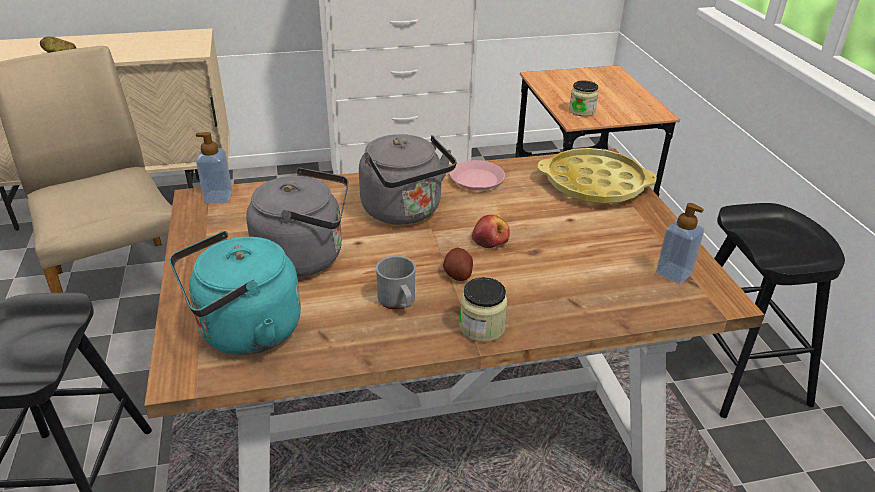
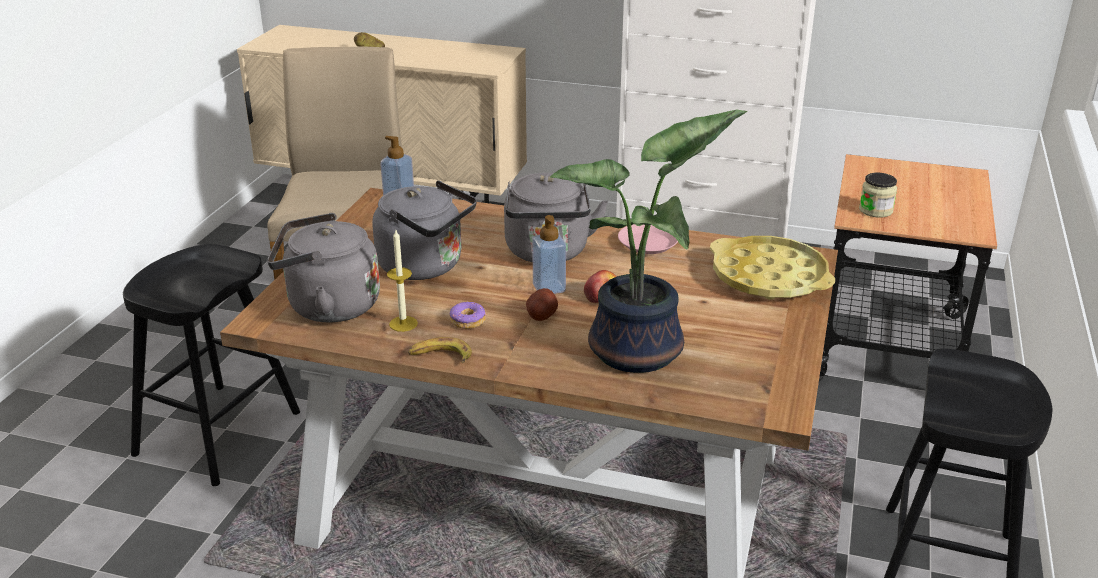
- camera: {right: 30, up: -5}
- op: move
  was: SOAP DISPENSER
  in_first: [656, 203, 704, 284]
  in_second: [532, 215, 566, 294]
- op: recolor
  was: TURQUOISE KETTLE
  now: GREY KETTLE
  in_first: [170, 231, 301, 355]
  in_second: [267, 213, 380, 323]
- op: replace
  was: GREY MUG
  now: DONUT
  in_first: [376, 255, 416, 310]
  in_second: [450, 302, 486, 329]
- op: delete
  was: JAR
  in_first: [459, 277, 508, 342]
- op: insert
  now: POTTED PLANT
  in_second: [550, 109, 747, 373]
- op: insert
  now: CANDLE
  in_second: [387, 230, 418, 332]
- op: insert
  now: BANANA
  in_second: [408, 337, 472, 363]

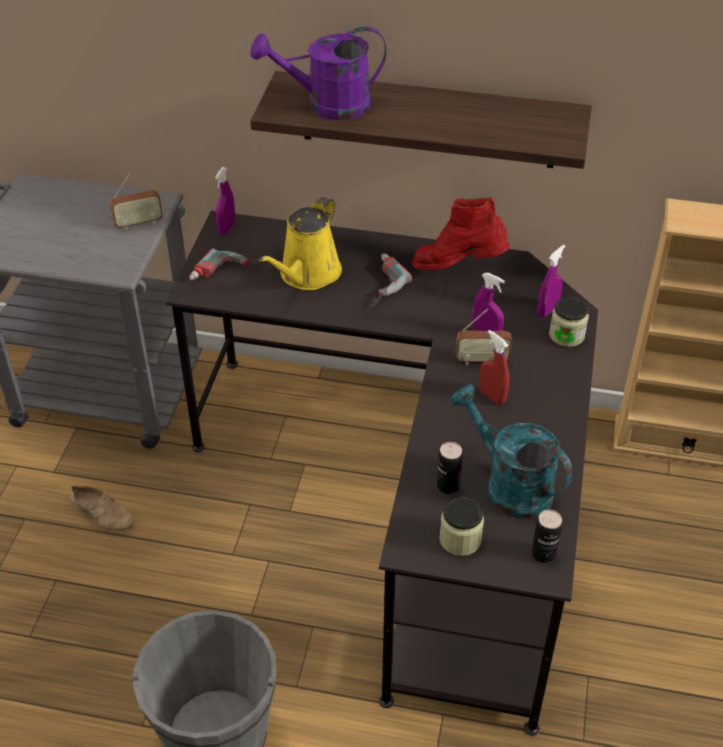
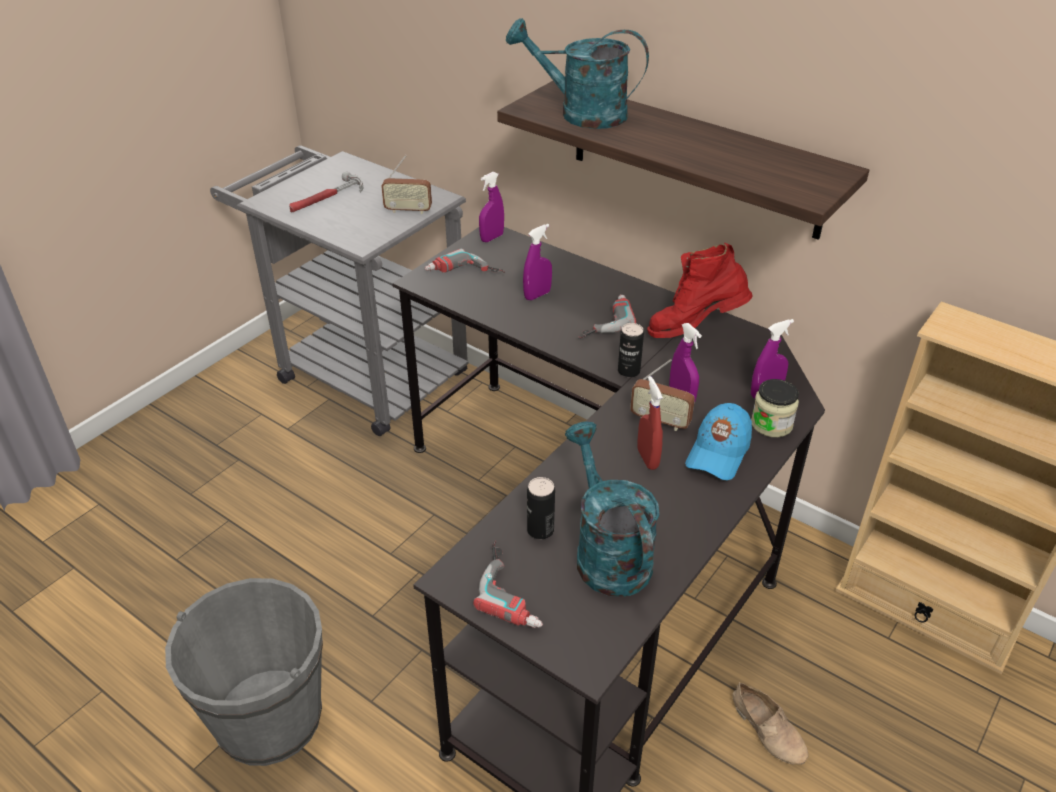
- camera: {right: 25, up: -5}
- op: recolor
  was: PURPLE WATERING CAN
  now: TURQUOISE WATERING CAN
  in_first: [250, 26, 386, 120]
  in_second: [506, 18, 649, 129]
- op: replace
  was: YELLOW WATERING CAN
  now: PURPLE SPRAY BOTTLE
  in_first: [259, 197, 342, 290]
  in_second: [523, 224, 552, 300]
- op: rotate
  was: RED BOOT
  in_first: [413, 197, 510, 270]
  in_second: [647, 243, 753, 338]
  clockwise: -45
- op: move
  was: BEIGE SHOE
  in_first: [70, 486, 134, 531]
  in_second: [732, 682, 808, 765]
- op: replace
  was: JAR
  now: POWER DRILL
  in_first: [439, 497, 484, 556]
  in_second: [473, 541, 543, 628]
- op: move
  was: CAN
  in_first: [532, 510, 562, 563]
  in_second: [618, 323, 644, 378]
- op: insert
  now: HAMMER
  in_second: [289, 172, 363, 212]
- op: insert
  now: BLUE CAP
  in_second: [685, 403, 752, 480]

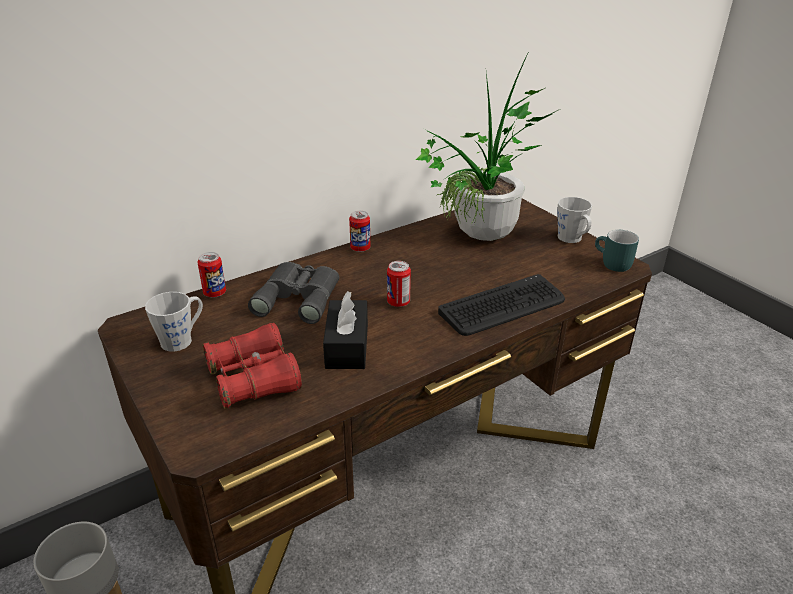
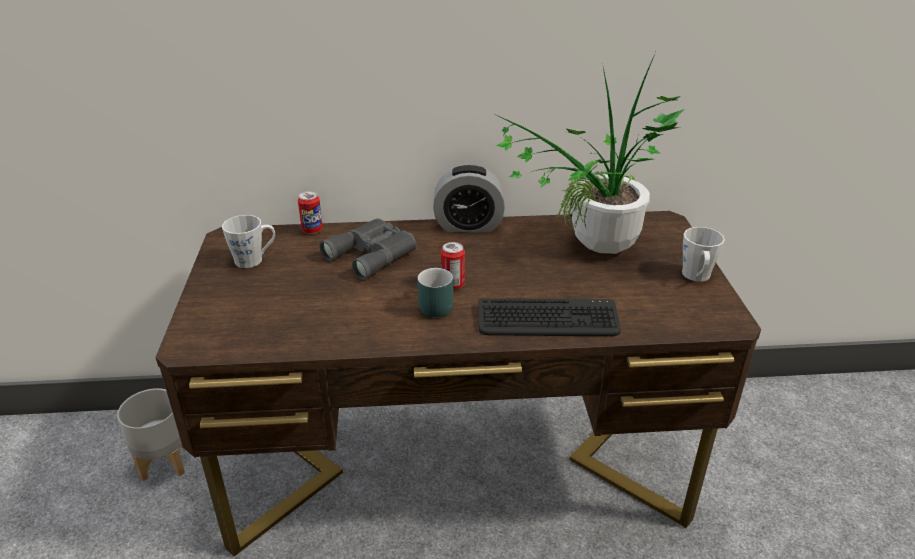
- camera: {right: 30, up: 0}
- op: replace
  was: CAN
  now: ALARM CLOCK
  in_first: [349, 211, 370, 252]
  in_second: [433, 165, 505, 233]
- op: move
  was: TURQUOISE MUG
  in_first: [595, 230, 639, 272]
  in_second: [417, 268, 453, 318]
- op: delete
  was: BLACK TISSUE BOX
  in_first: [323, 291, 368, 369]
- op: delete
  was: RED BINOCULARS
  in_first: [203, 323, 302, 409]

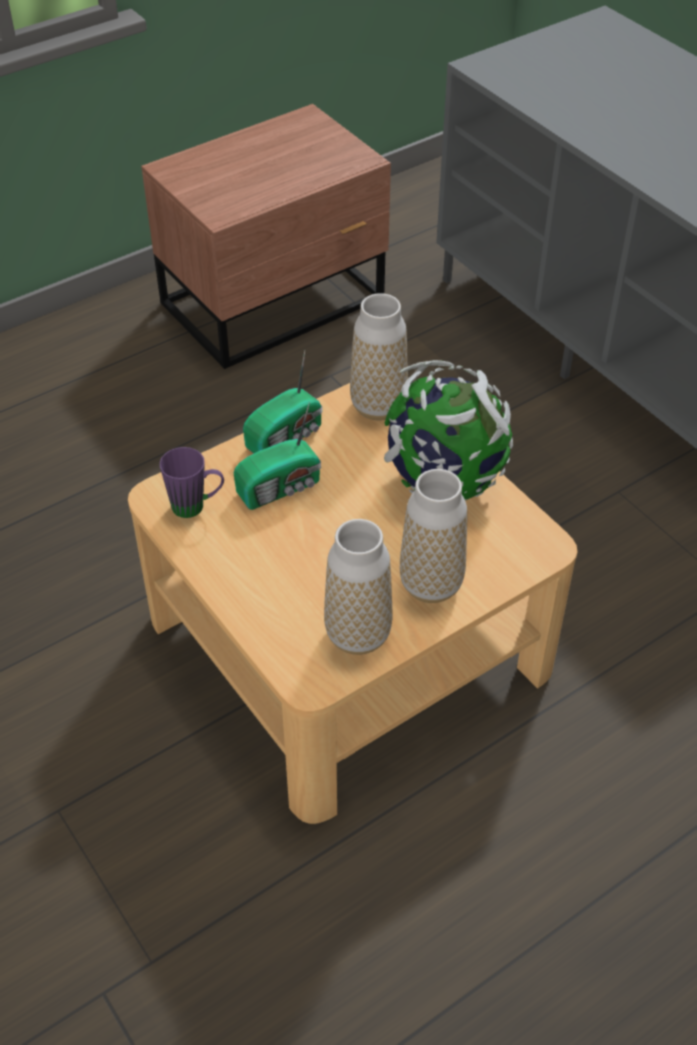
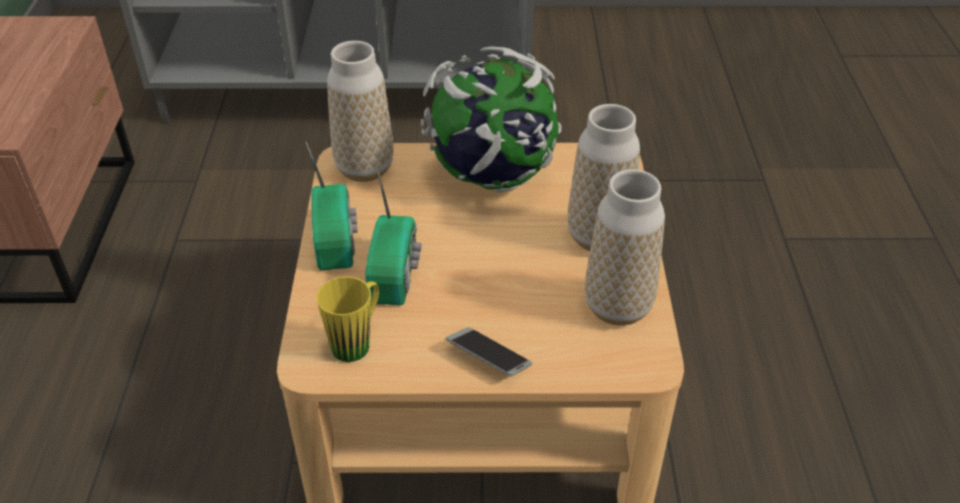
- camera: {right: -55, up: -5}
- op: recolor
  was: PURPLE MUG
  now: YELLOW MUG
  in_first: [160, 447, 224, 518]
  in_second: [316, 276, 379, 362]
- op: insert
  now: PHONE
  in_second: [446, 327, 532, 377]

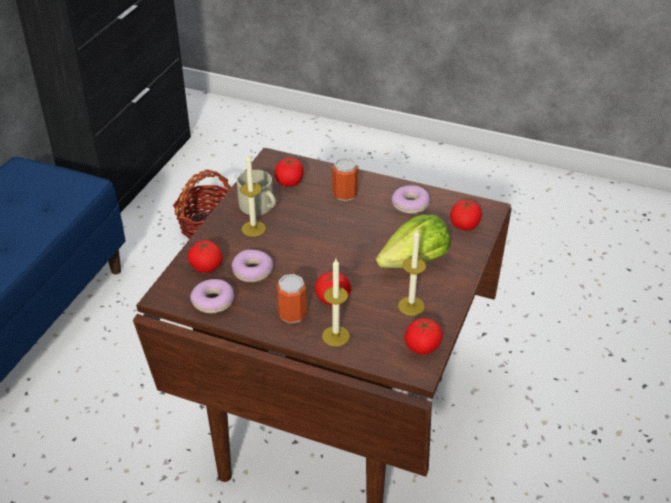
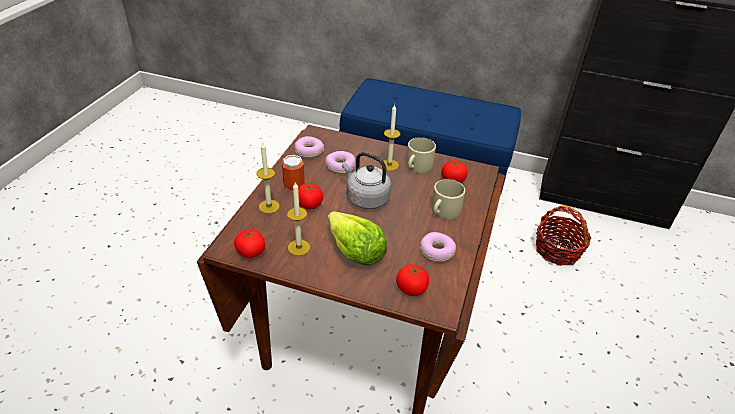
- camera: {right: 85, up: 0}
- op: replace
  was: CAN
  now: BEIGE MUG
  in_first: [332, 158, 358, 201]
  in_second: [432, 179, 465, 219]
- op: delete
  was: TOMATO
  in_first: [187, 240, 223, 273]
- op: insert
  now: GREY KETTLE
  in_second: [342, 152, 391, 209]

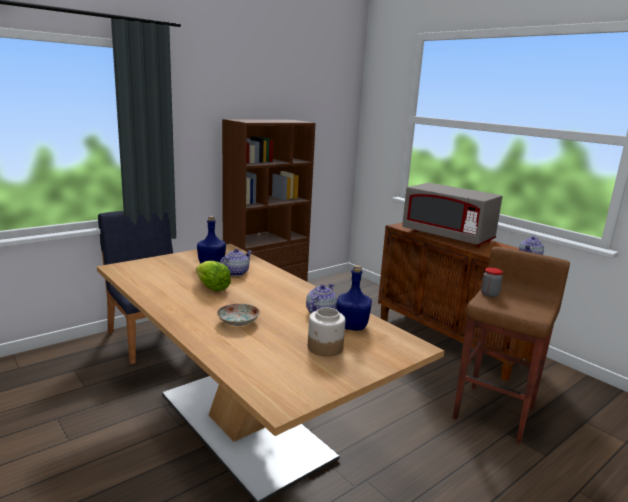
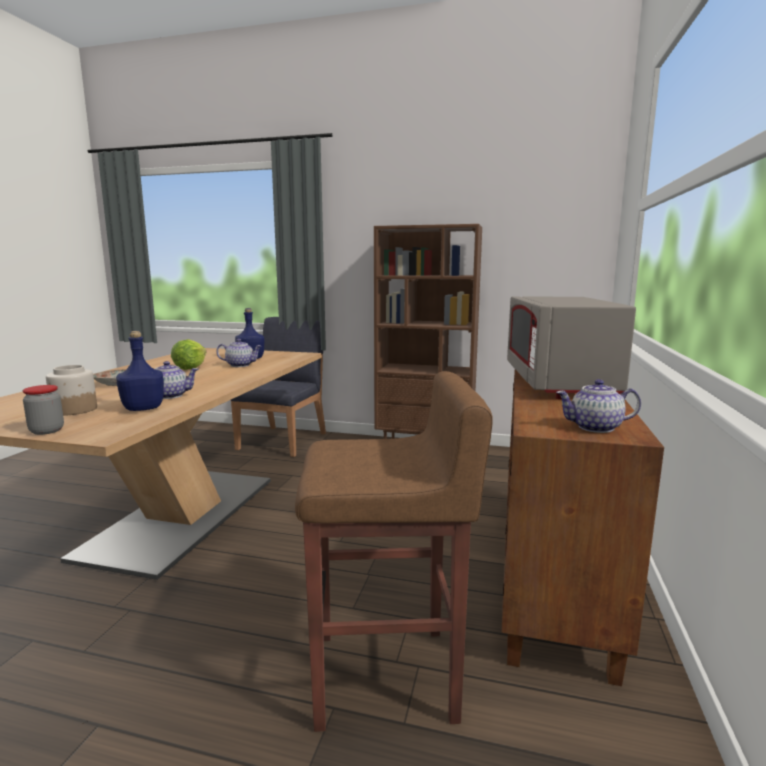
- camera: {right: 55, up: -5}
- op: move
  was: JAR
  in_first: [481, 268, 503, 297]
  in_second: [23, 385, 64, 435]

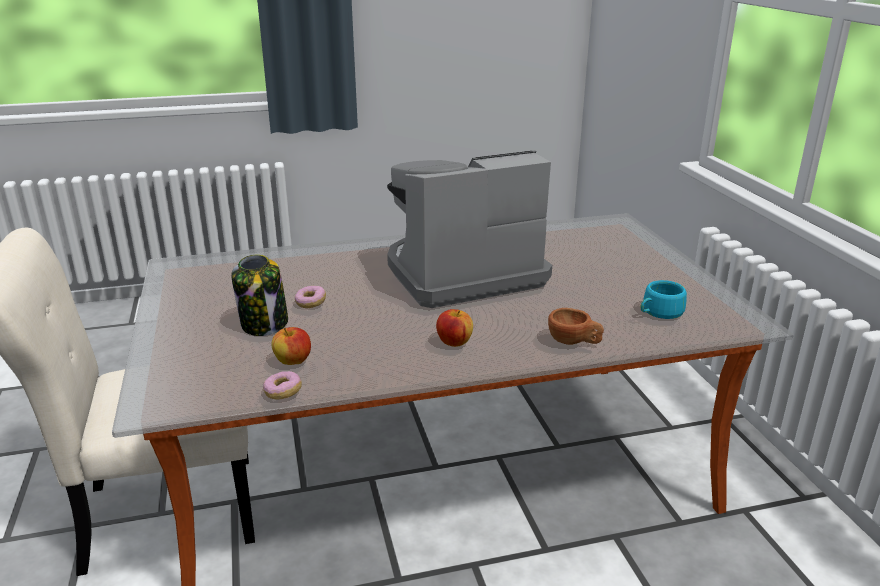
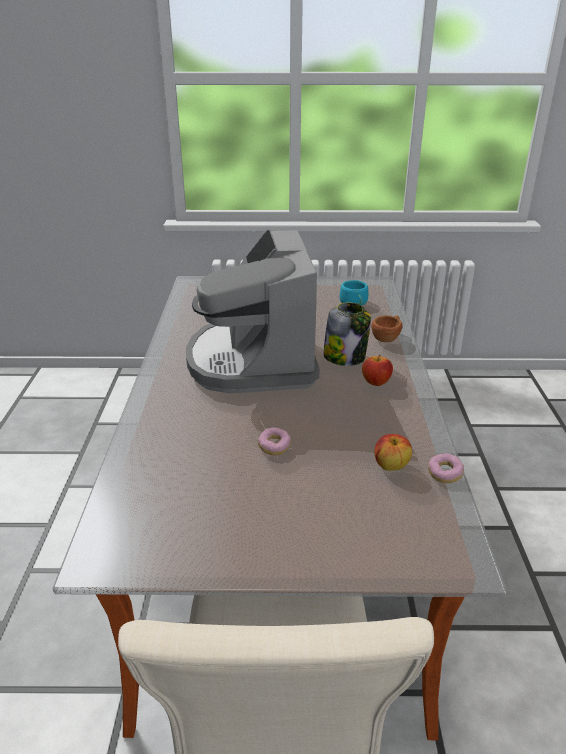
- camera: {right: -75, up: 5}
- op: move
  was: JAR
  in_first: [231, 254, 288, 336]
  in_second: [323, 302, 371, 366]

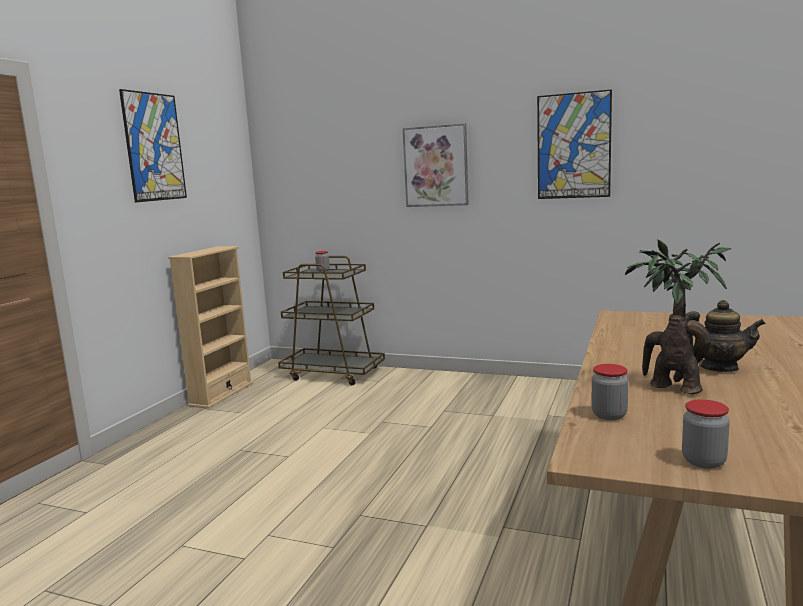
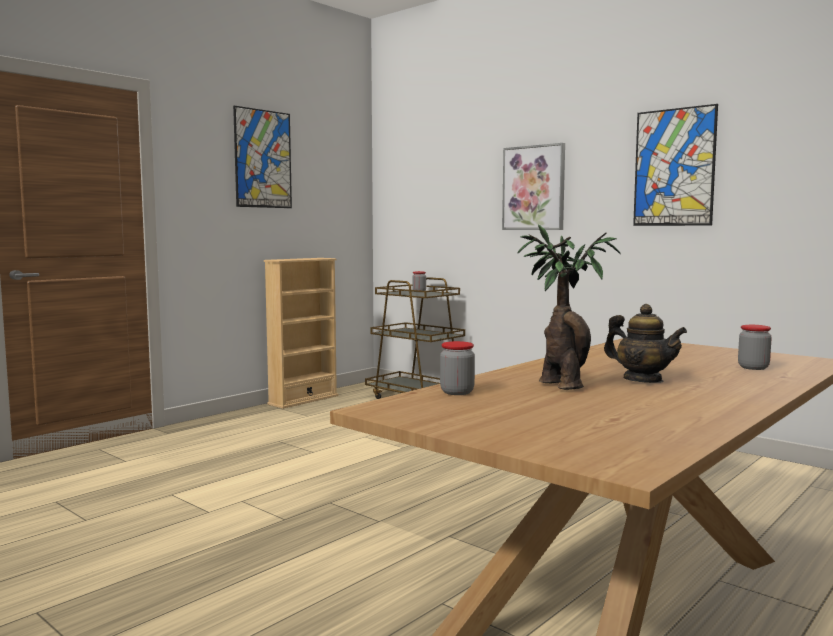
- camera: {right: 20, up: -5}
- op: move
  was: JAR
  in_first: [682, 399, 730, 469]
  in_second: [738, 325, 772, 370]

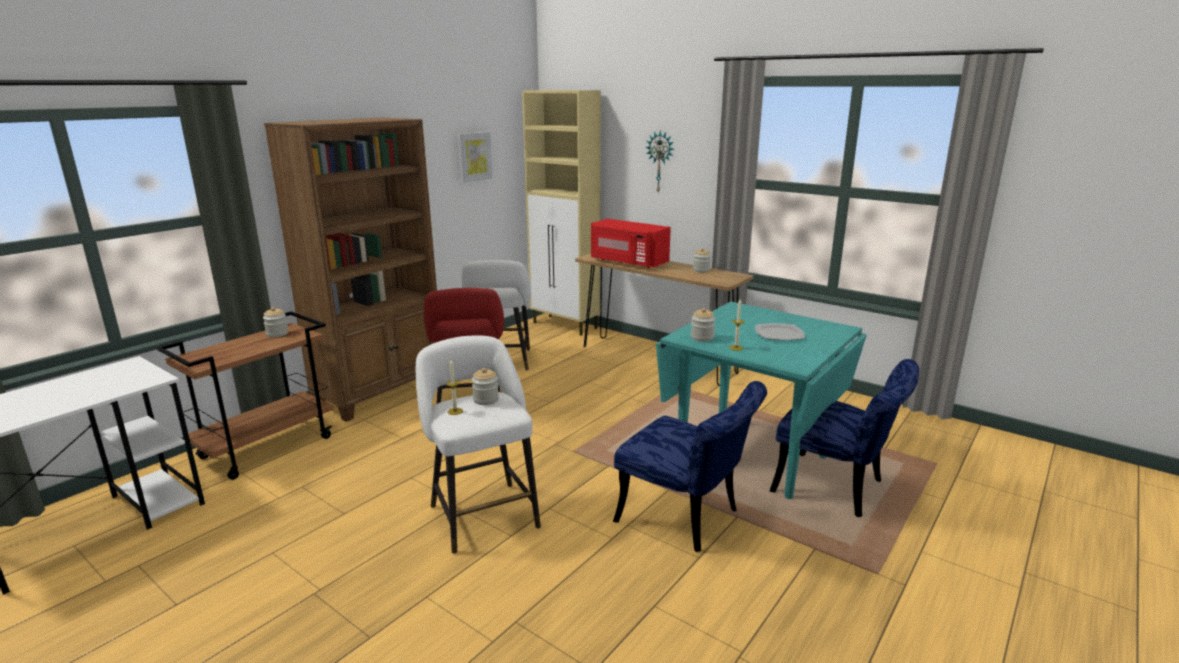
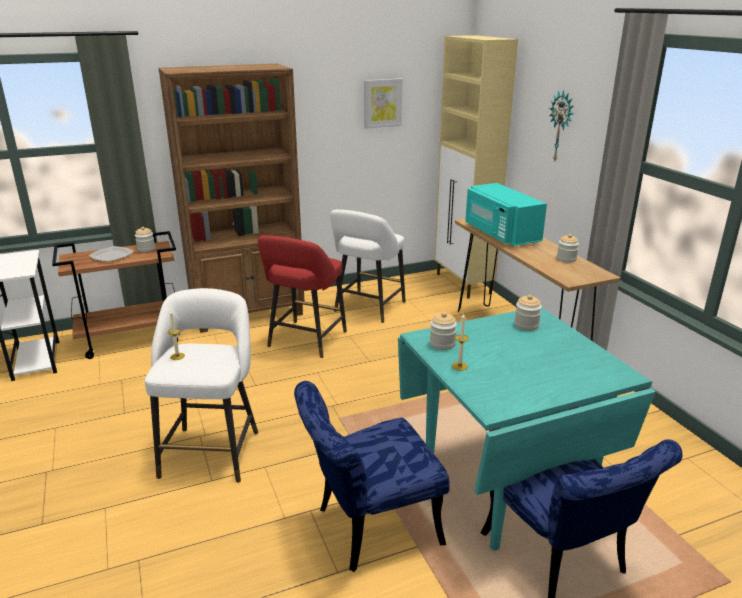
- camera: {right: 30, up: 5}
- op: recolor
  was: RED MICROWAVE
  now: TURQUOISE MICROWAVE
  in_first: [591, 219, 671, 268]
  in_second: [465, 183, 547, 246]
- op: move
  was: PLATE
  in_first: [755, 323, 805, 340]
  in_second: [89, 246, 134, 262]
- op: move
  was: JAR
  in_first: [472, 368, 499, 405]
  in_second: [514, 295, 542, 331]
- op: rotate
  was: BLUE CHAIR
  in_first: [613, 381, 767, 552]
  in_second: [294, 381, 450, 572]
  clockwise: 90

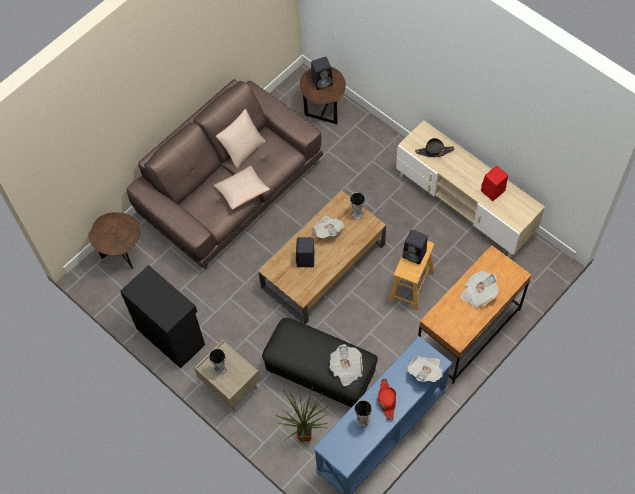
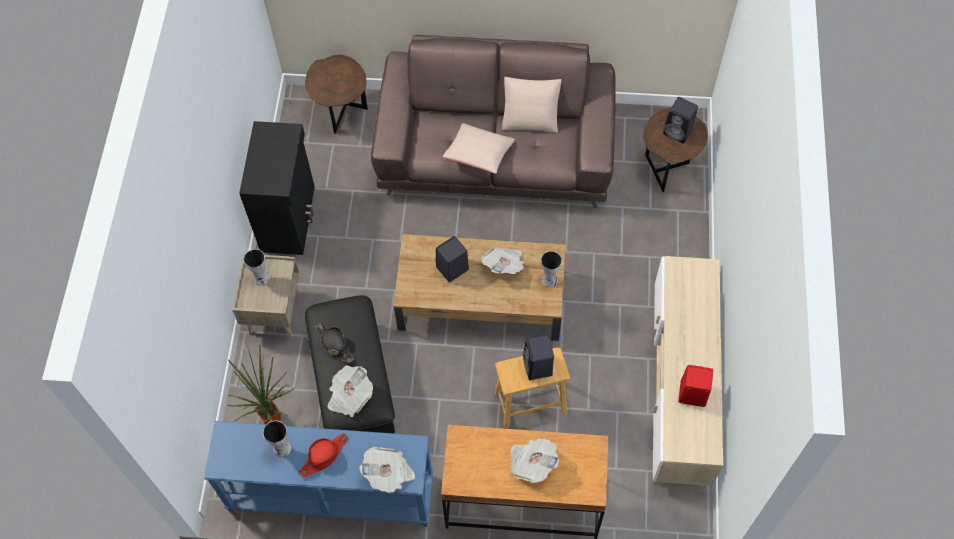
- camera: {right: 50, up: 0}
- op: move
  was: BLACK HAT
  in_first: [415, 138, 454, 157]
  in_second: [315, 323, 354, 363]

